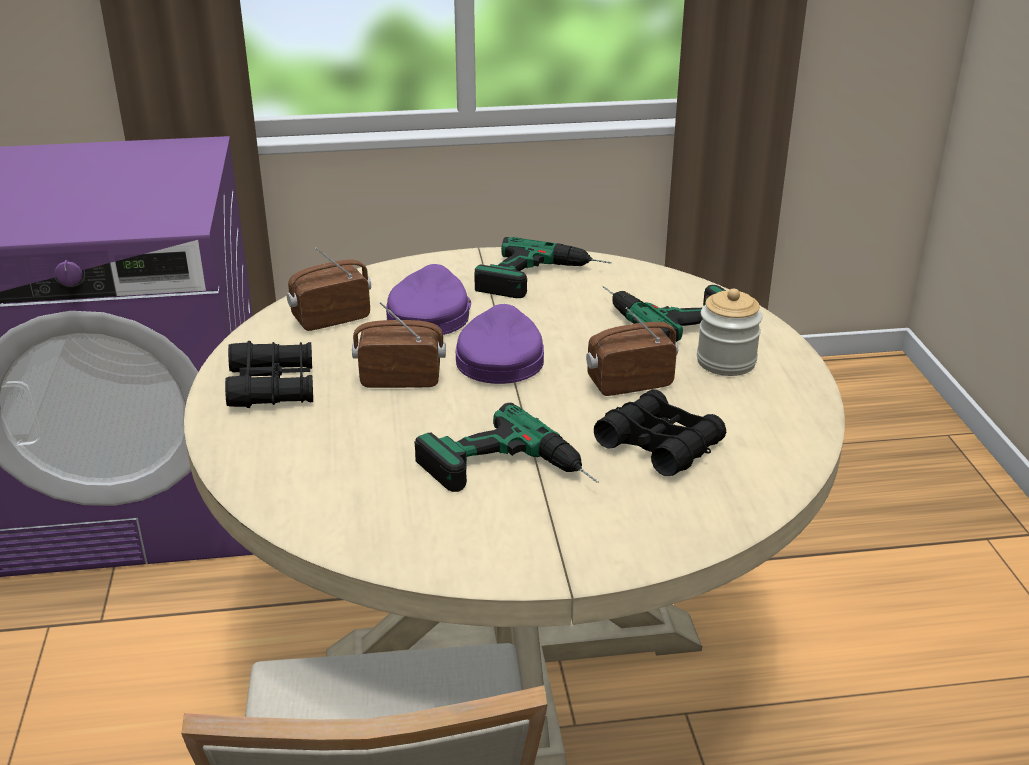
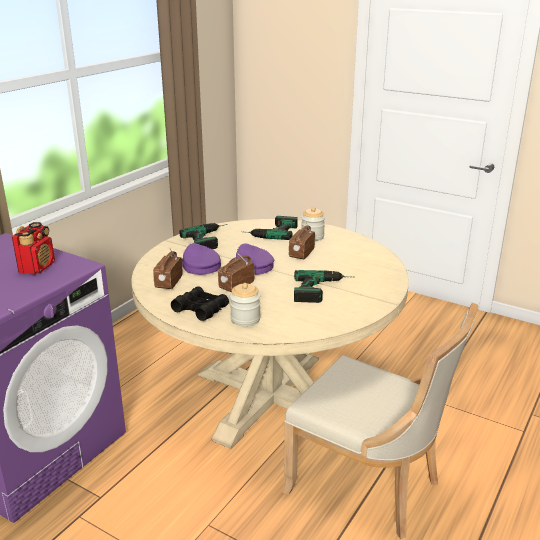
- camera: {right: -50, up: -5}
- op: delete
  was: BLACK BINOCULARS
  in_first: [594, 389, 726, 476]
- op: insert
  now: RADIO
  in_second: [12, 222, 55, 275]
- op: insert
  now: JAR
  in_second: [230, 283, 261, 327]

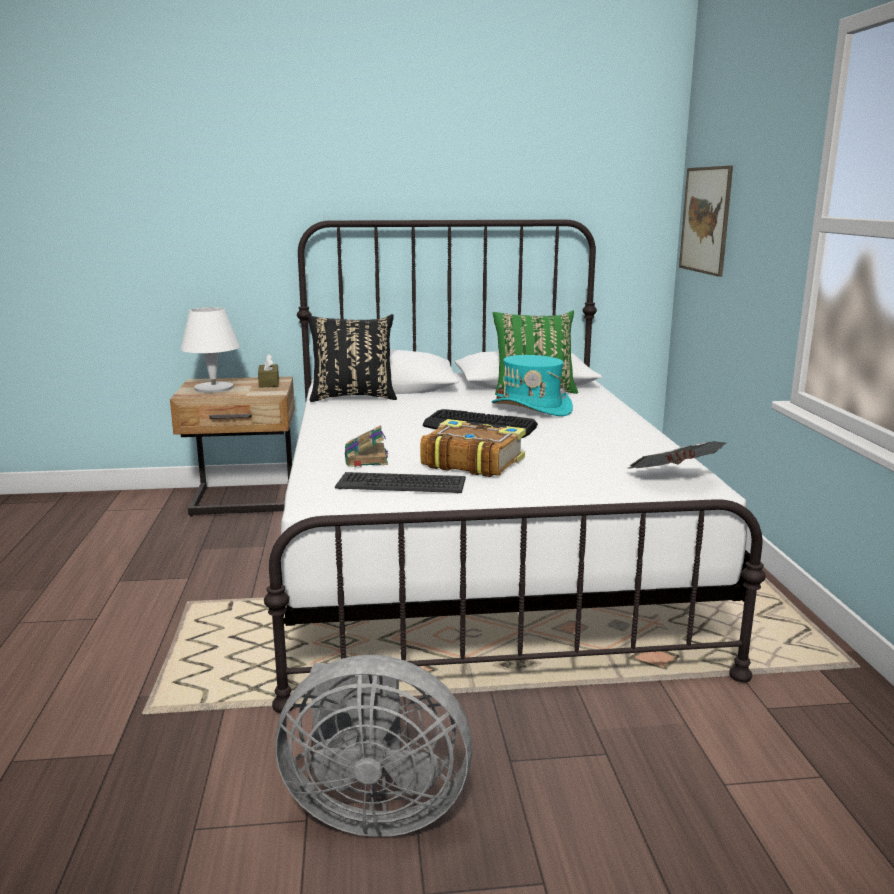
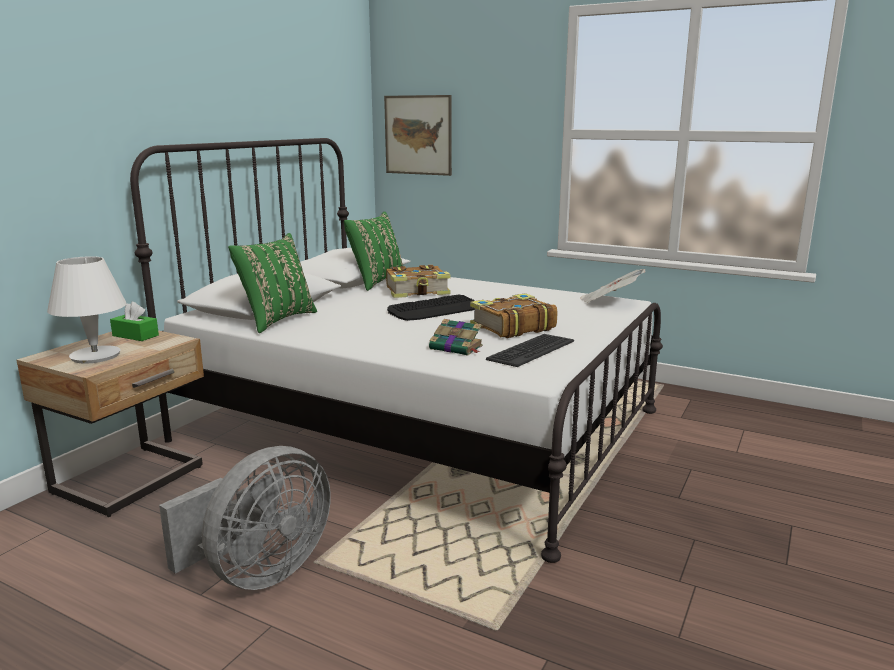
- camera: {right: -55, up: 0}
- op: recolor
  was: BLACK PILLOW
  now: GREEN PILLOW
  in_first: [308, 314, 397, 402]
  in_second: [228, 233, 317, 333]
- op: recolor
  was: BROWN TISSUE BOX
  now: GREEN TISSUE BOX
  in_first: [258, 353, 279, 388]
  in_second: [110, 302, 159, 341]
- op: replace
  was: TURQUOISE HAT
  now: BOOK
  in_first: [492, 355, 573, 416]
  in_second: [386, 265, 451, 298]
- op: move
  was: GREY FAN
  in_first: [276, 655, 472, 837]
  in_second: [159, 446, 331, 590]

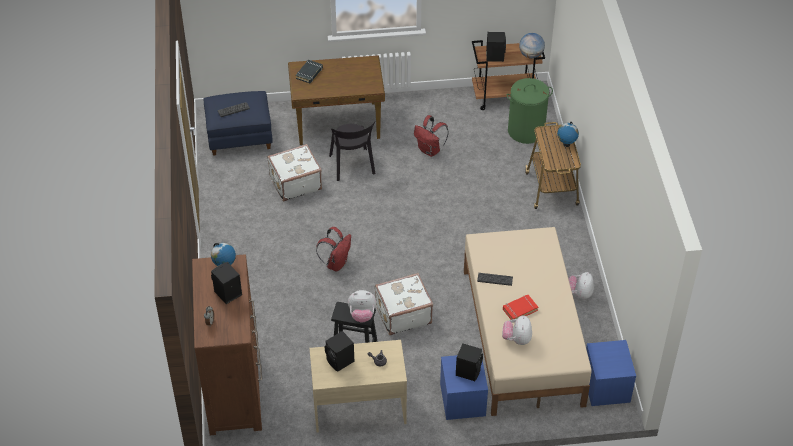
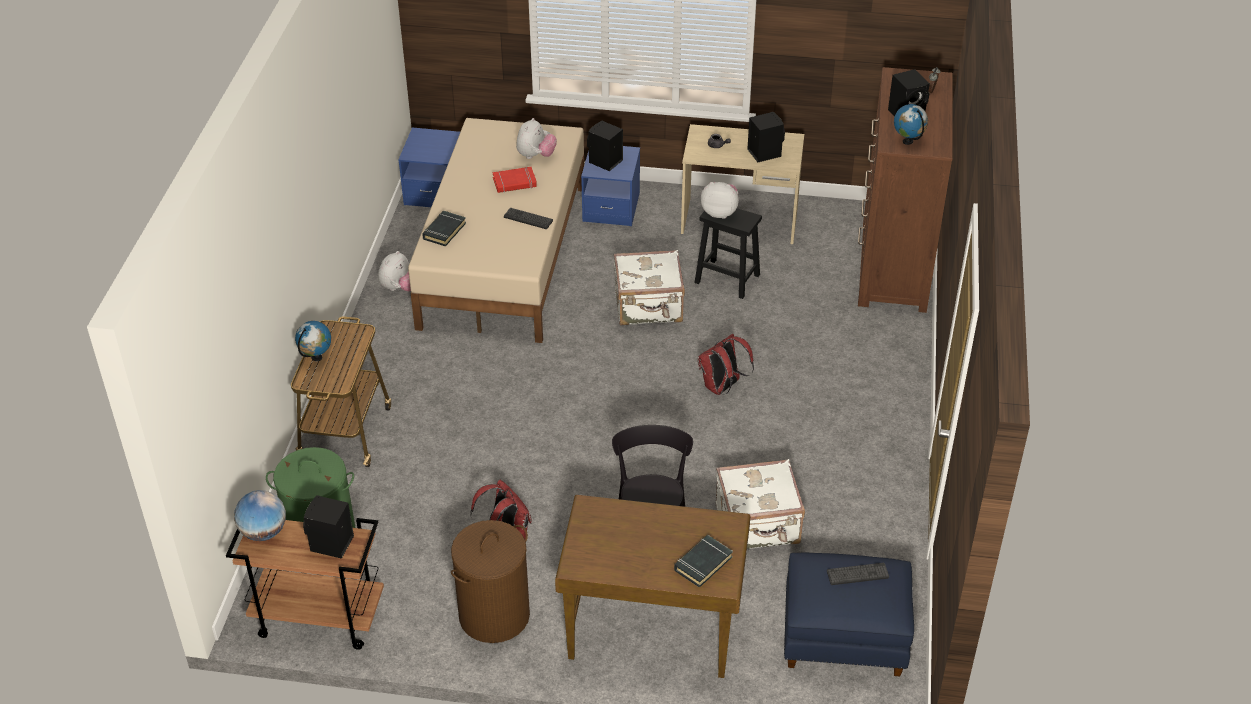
- camera: {right: -165, up: -5}
- op: insert
  now: BLACK BOOK
  in_second: [422, 211, 466, 247]
- op: insert
  now: BROWN LAUNDRY BASKET
  in_second: [451, 520, 530, 643]

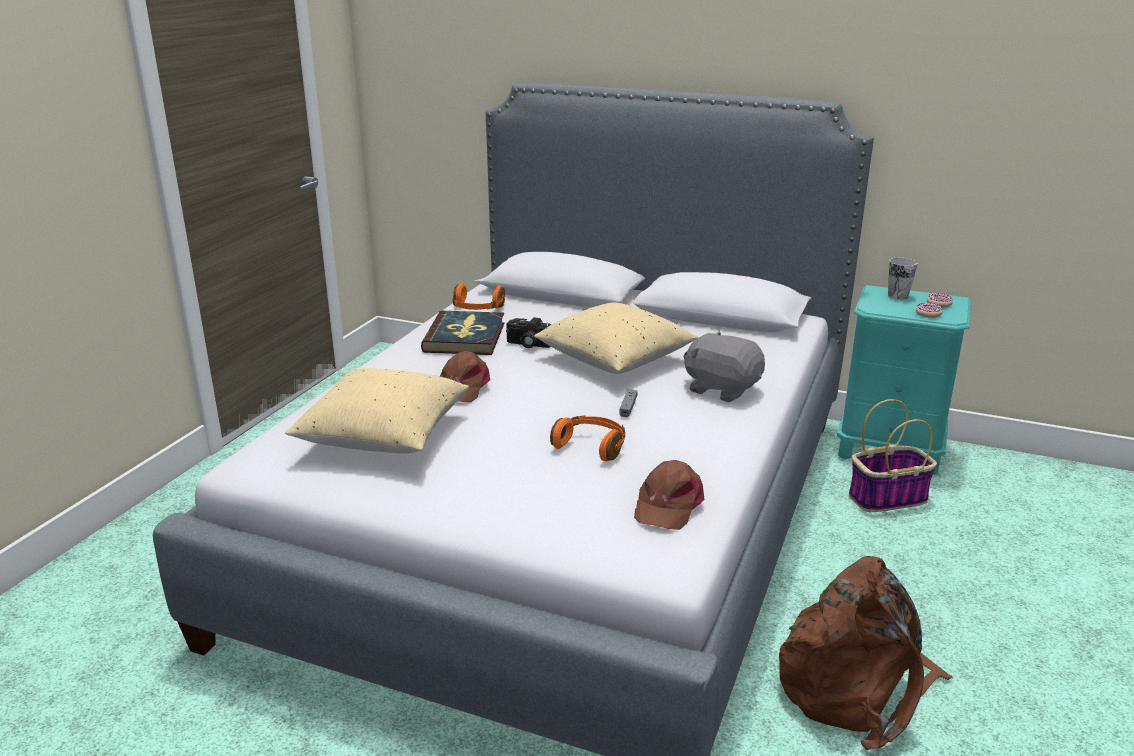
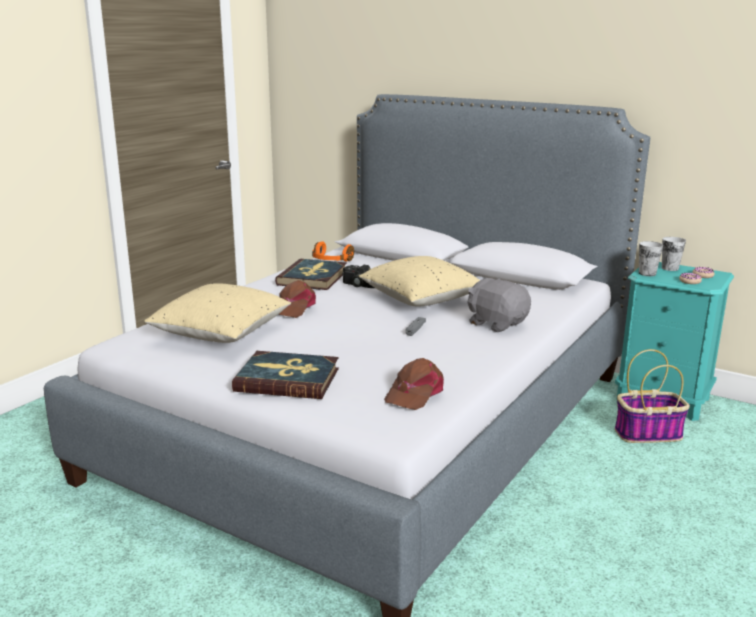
- camera: {right: 10, up: -5}
- op: delete
  was: ORANGE HEADPHONES
  in_first: [550, 415, 625, 461]
- op: delete
  was: BROWN BACKPACK
  in_first: [779, 556, 953, 750]
- op: insert
  now: CUP
  in_second: [639, 241, 663, 276]
- op: insert
  now: BOOK
  in_second: [232, 351, 339, 399]

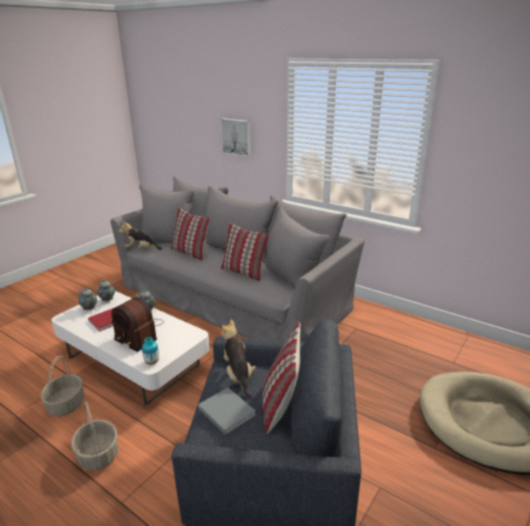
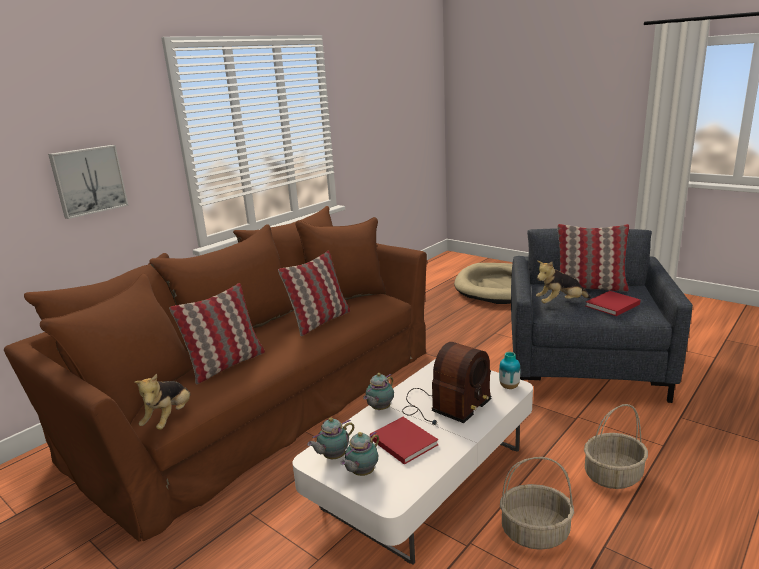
- camera: {right: -85, up: -5}
- op: recolor
  was: GREY SOFA
  now: BROWN SOFA
  in_first: [111, 176, 365, 342]
  in_second: [4, 206, 427, 542]
- op: recolor
  was: GREY BOOK
  now: RED BOOK
  in_first: [198, 388, 256, 435]
  in_second: [586, 291, 640, 316]

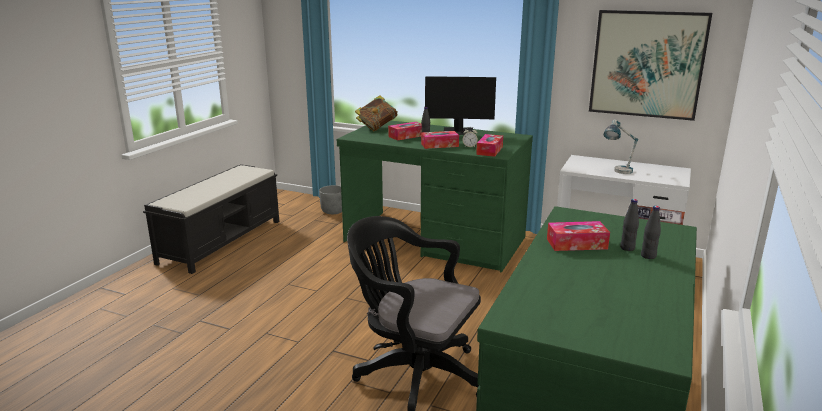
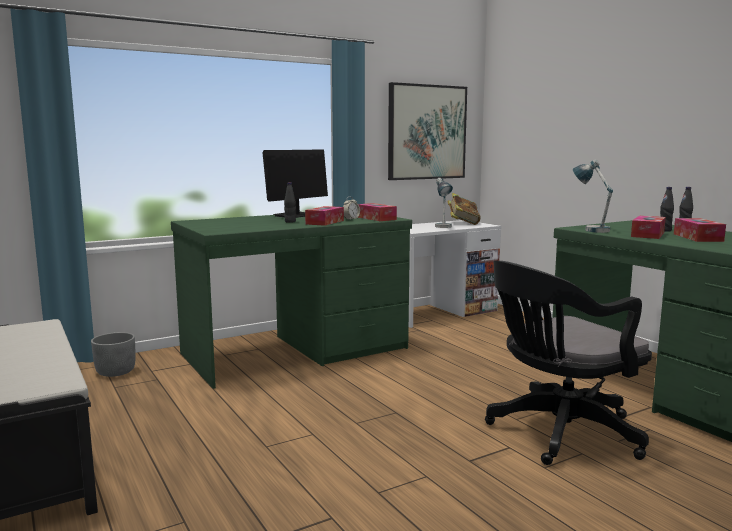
- camera: {right: -55, up: -10}
- op: move
  was: BOOK
  in_first: [355, 95, 397, 131]
  in_second: [447, 193, 480, 225]
- op: move
  was: TISSUE BOX
  in_first: [388, 122, 422, 141]
  in_second: [674, 218, 726, 242]
- op: insert
  now: TABLE LAMP
  in_second: [573, 160, 613, 233]

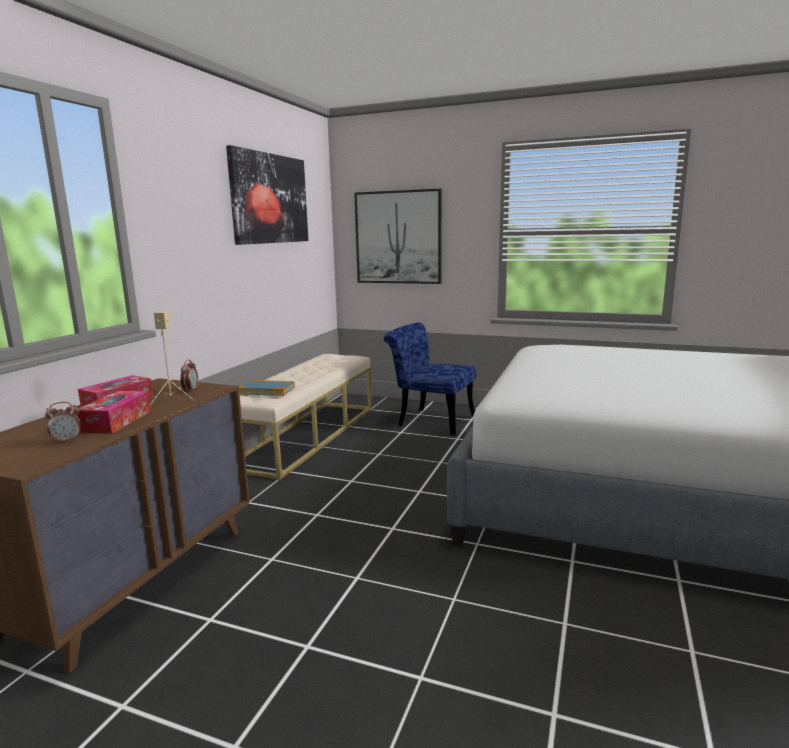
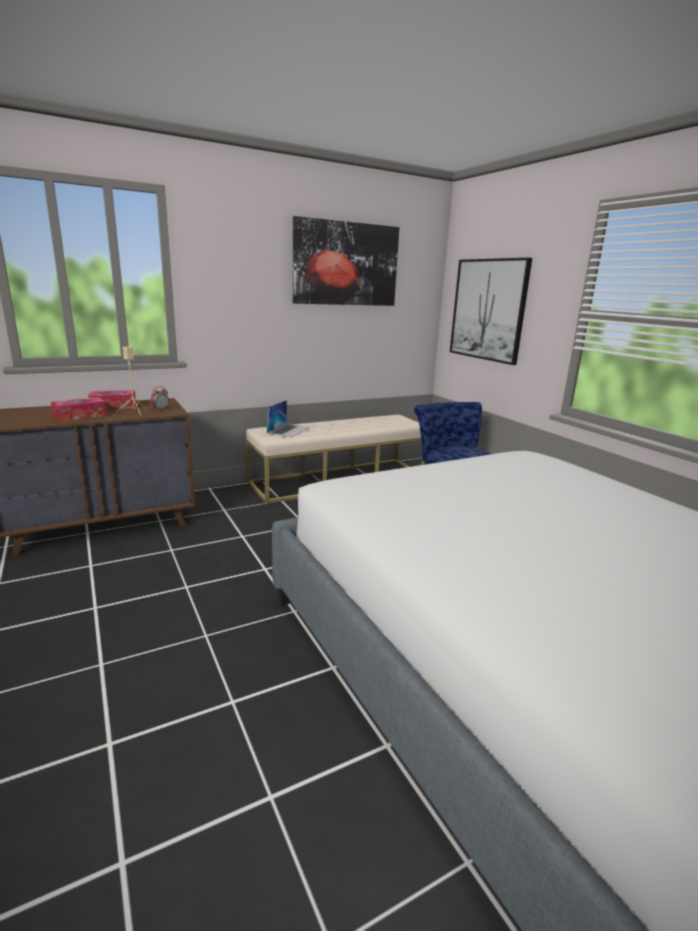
- camera: {right: 40, up: 5}
- op: replace
  was: BOOK
  now: LAPTOP
  in_first: [239, 380, 295, 396]
  in_second: [266, 400, 310, 437]
- op: delete
  was: ALARM CLOCK
  in_first: [45, 402, 81, 444]

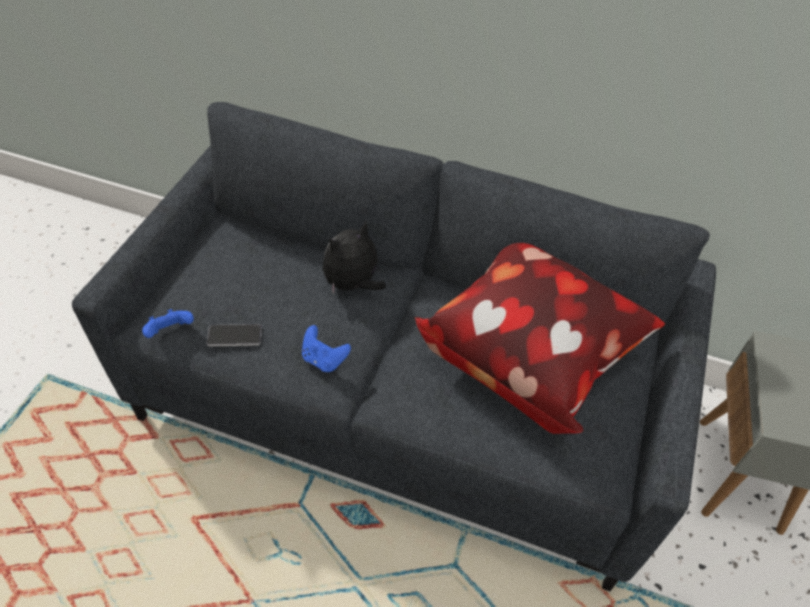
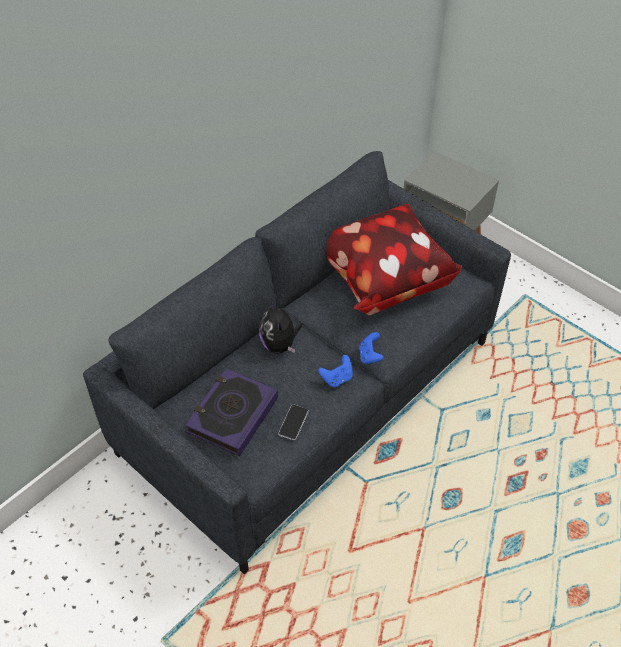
- camera: {right: -65, up: 0}
- op: move
  was: BLUE GAME CONTROLLER
  in_first: [142, 309, 194, 338]
  in_second: [359, 332, 384, 365]
- op: insert
  now: BOOK
  in_second: [185, 368, 278, 456]

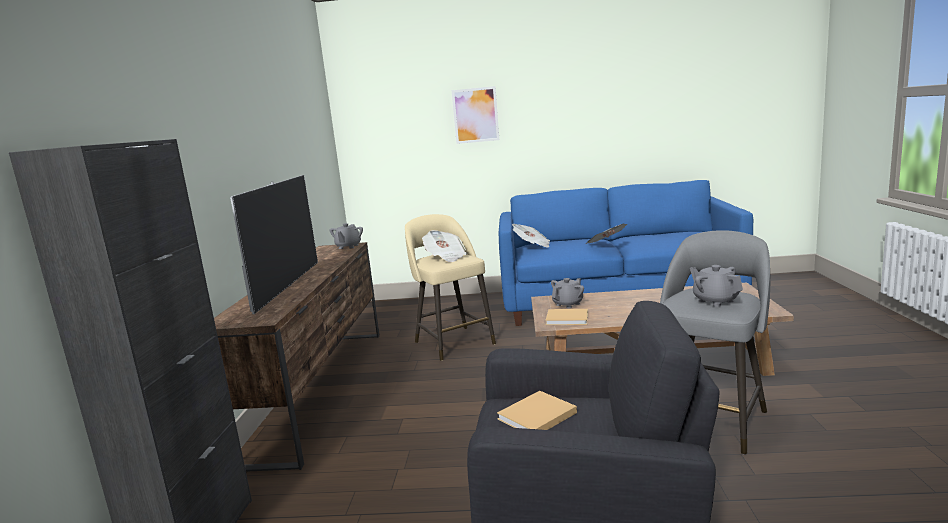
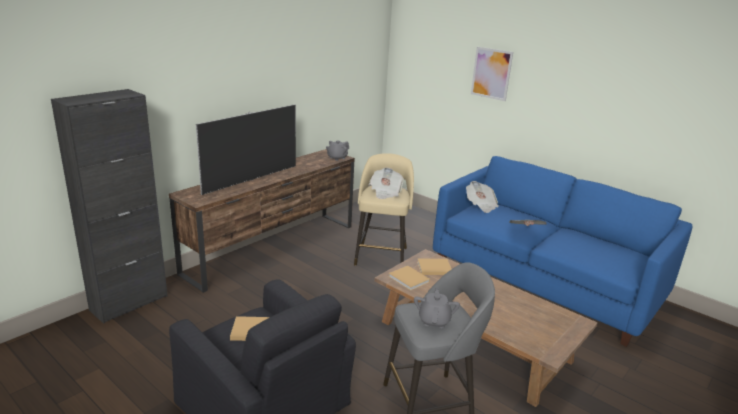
- camera: {right: 35, up: 10}
- op: replace
  was: GREY TEAPOT
  now: BEIGE BOOK
  in_first: [551, 278, 584, 308]
  in_second: [417, 259, 452, 275]

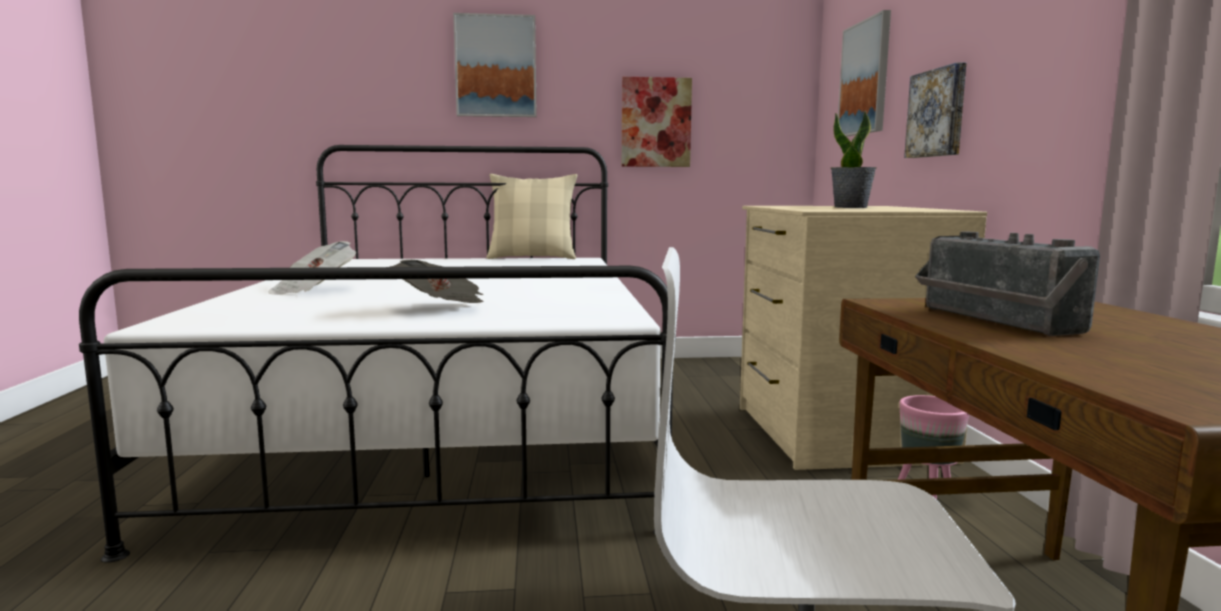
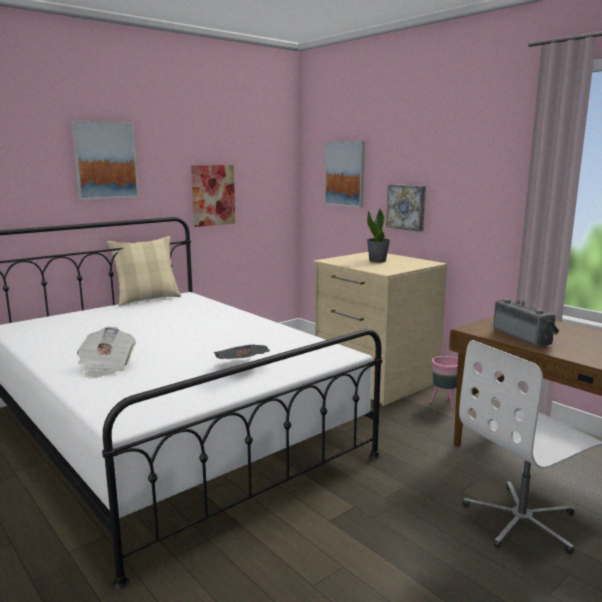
- camera: {right: -35, up: 5}
- op: rotate
  was: RADIO
  in_first: [915, 232, 1100, 336]
  in_second: [493, 299, 559, 347]
  clockwise: -150

